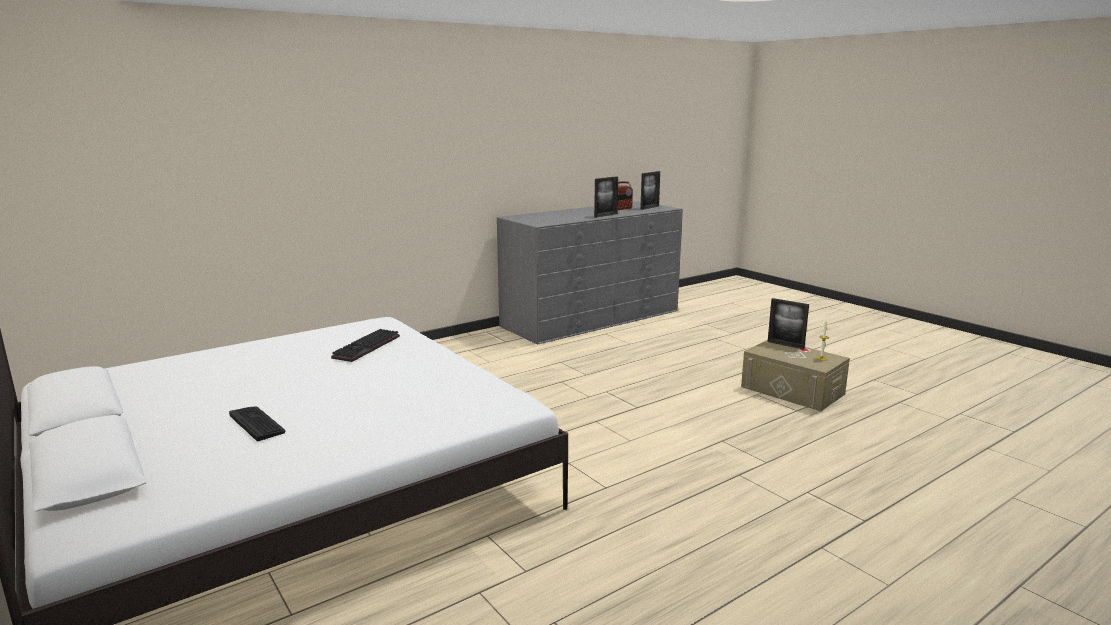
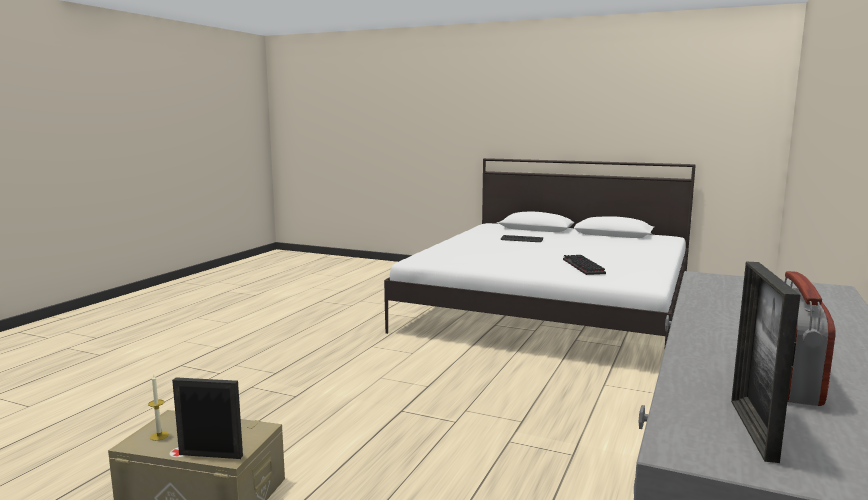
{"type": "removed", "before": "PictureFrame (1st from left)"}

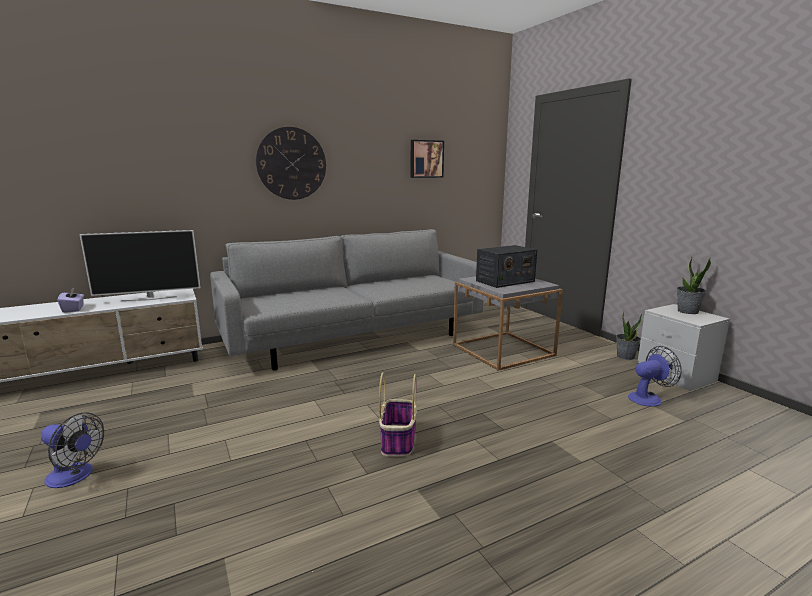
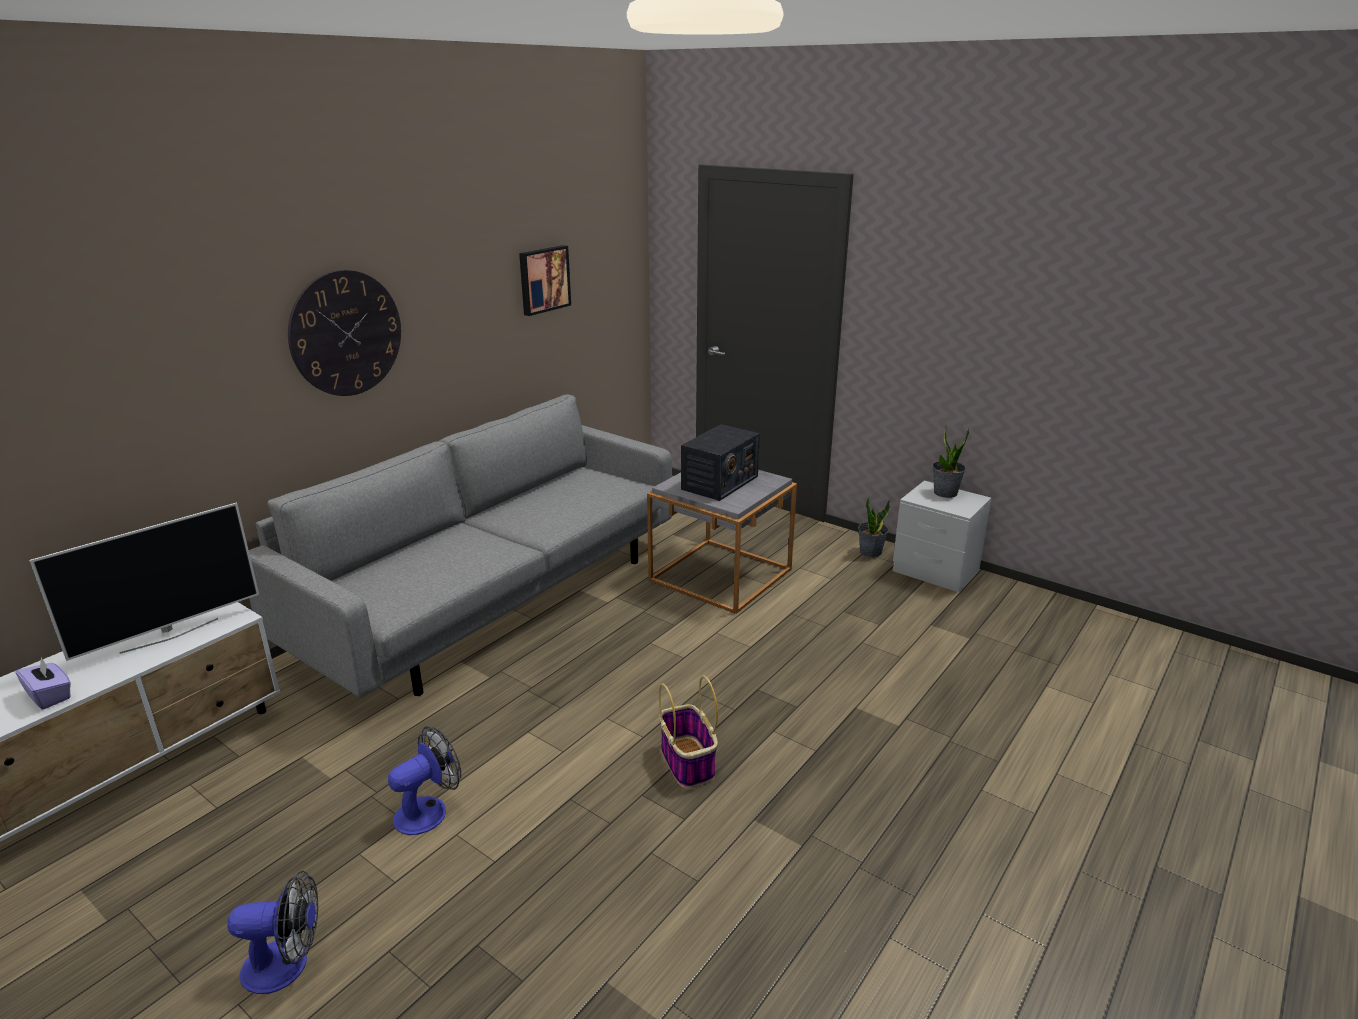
{"type": "moved", "before": "Fan (2nd from left)"}

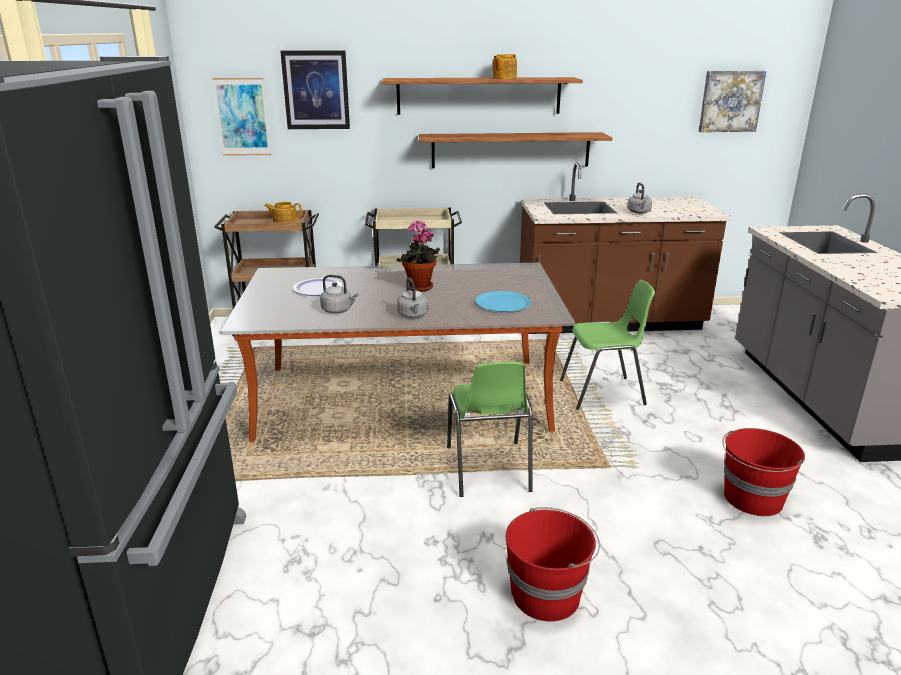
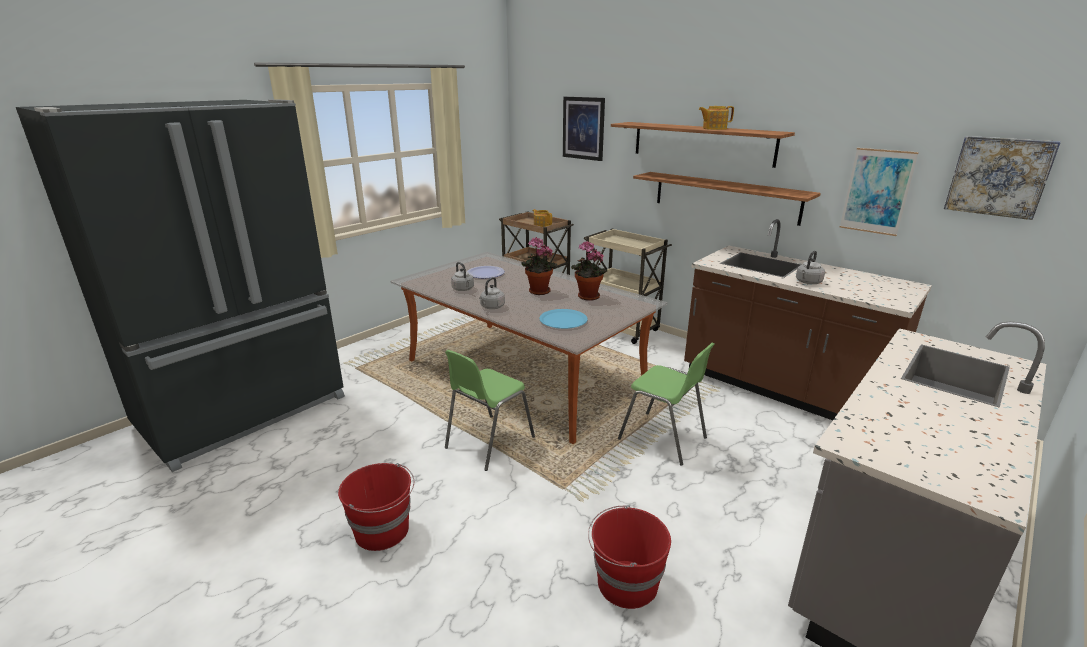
{"type": "moved", "before": "Picture (1st from left in the first image)", "after": "Picture (2nd from left)"}
{"type": "added", "after": "PottedPlant (2nd from left)"}

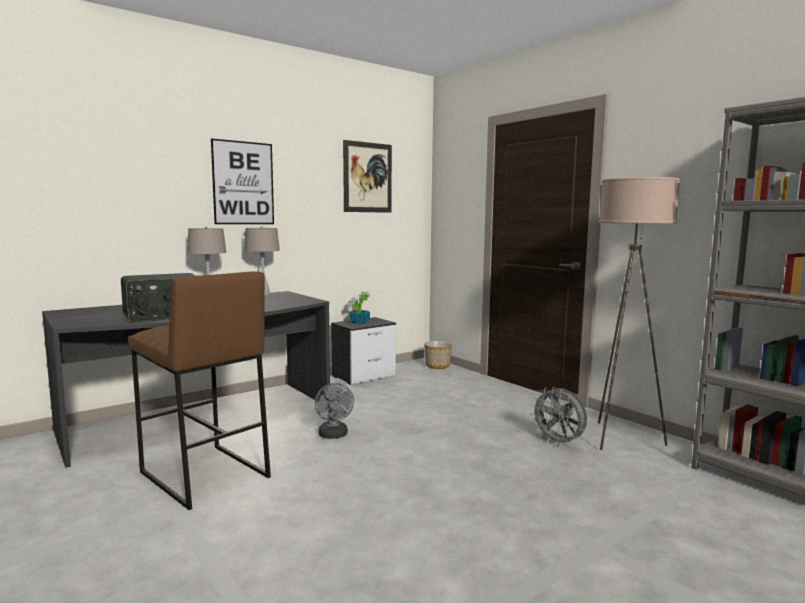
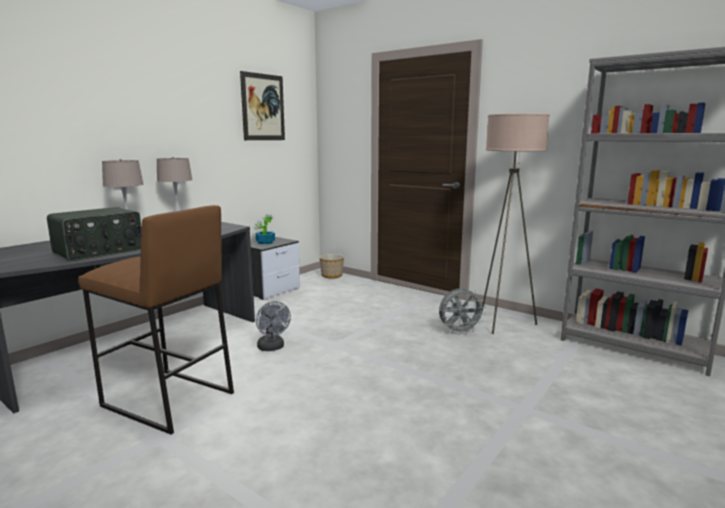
{"type": "removed", "before": "Picture (1st from left)"}
{"type": "turned", "before": "GreyFan (2nd from left)", "turn": -45}

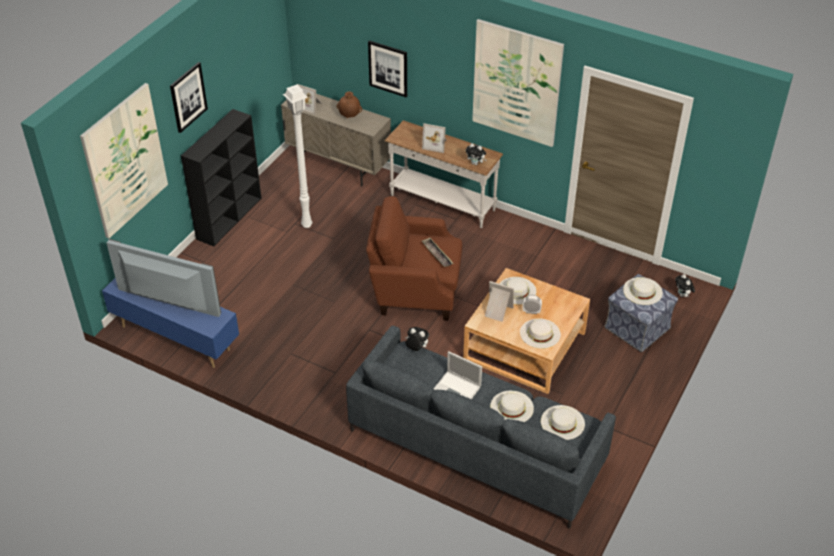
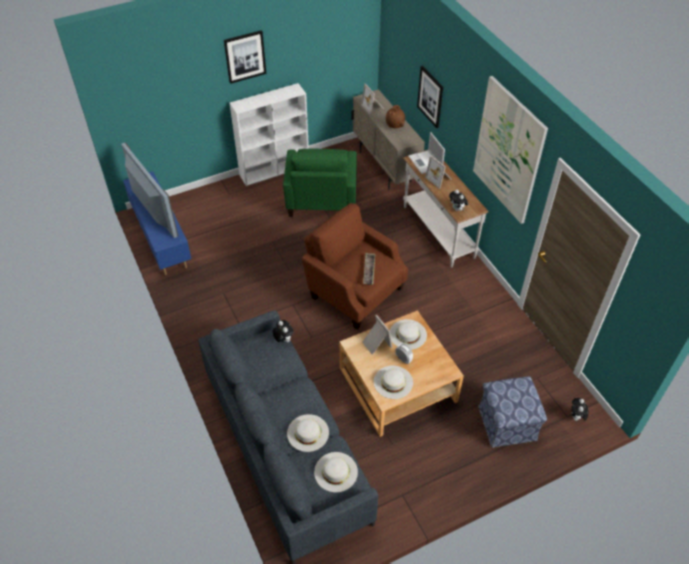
{"type": "removed", "before": "Picture (1st from left)"}
{"type": "replaced", "before": "WhiteFloorLamp", "after": "GreenArmchair"}
{"type": "recoloured", "before": "BlackBookcase", "after": "WhiteBookcase"}
{"type": "removed", "before": "WhiteHat (5th from left)"}
{"type": "moved", "before": "Laptop"}

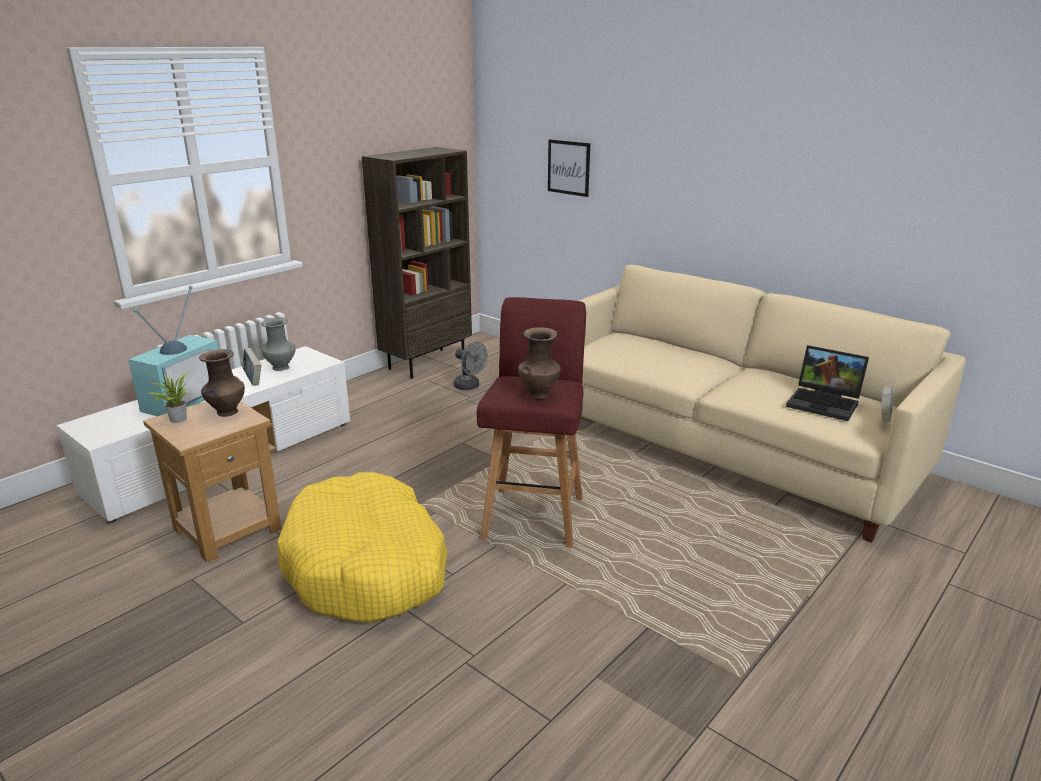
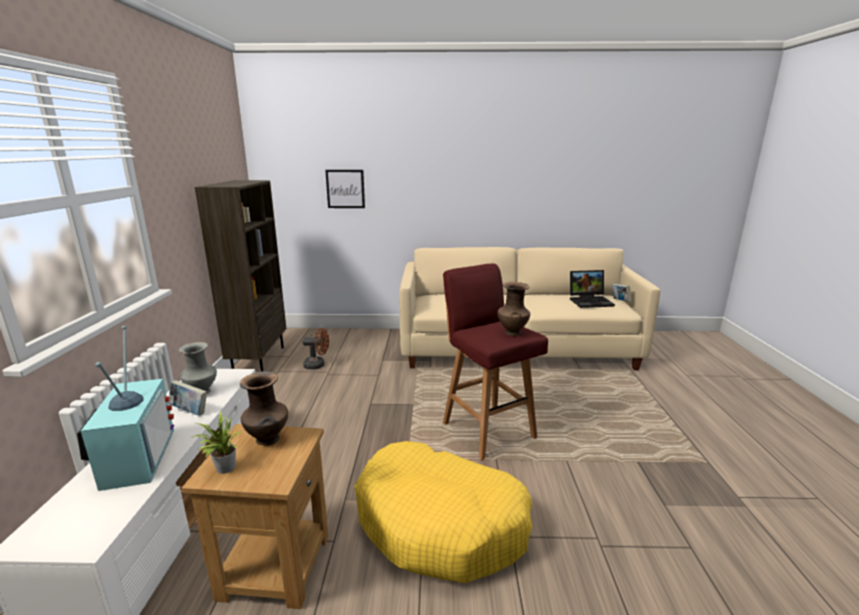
{"type": "recoloured", "before": "GreyFan", "after": "BrownFan"}

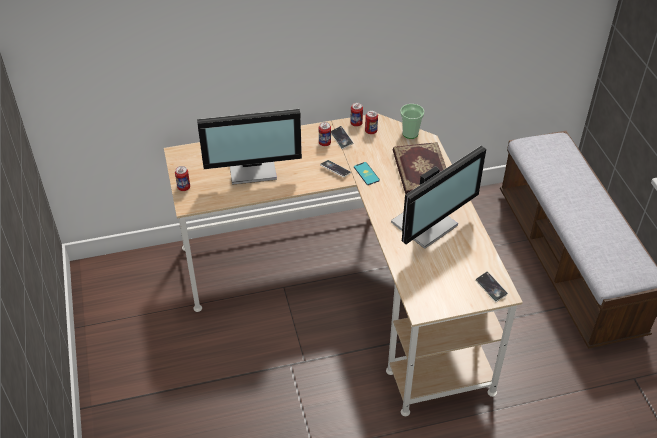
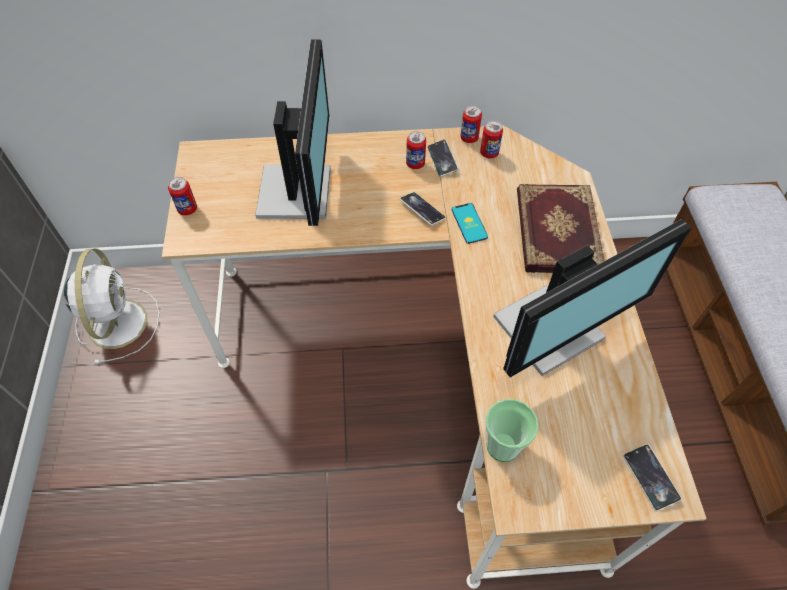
{"type": "moved", "before": "Cup"}
{"type": "turned", "before": "Monitor (1st from left)", "turn": -90}
{"type": "added", "after": "WhiteFan"}

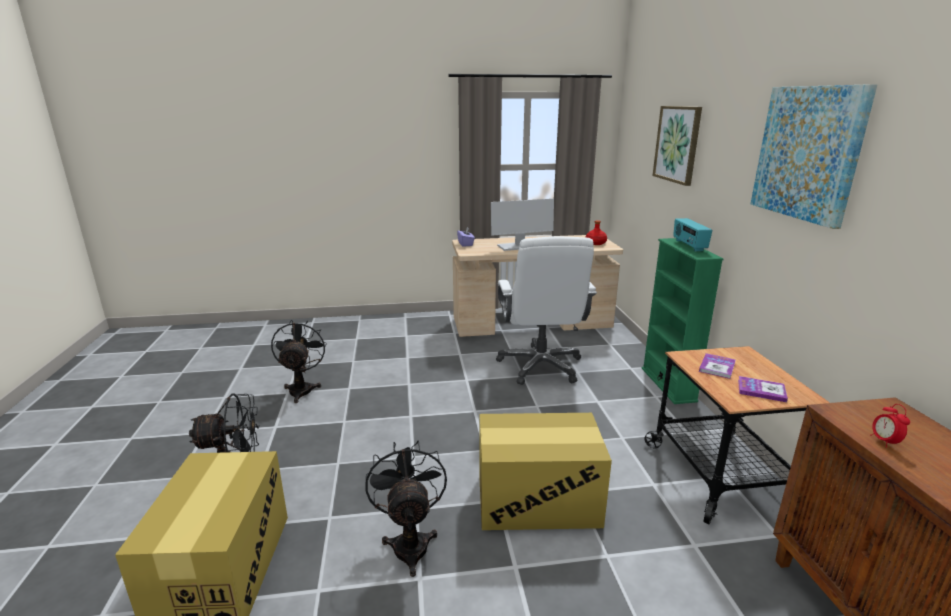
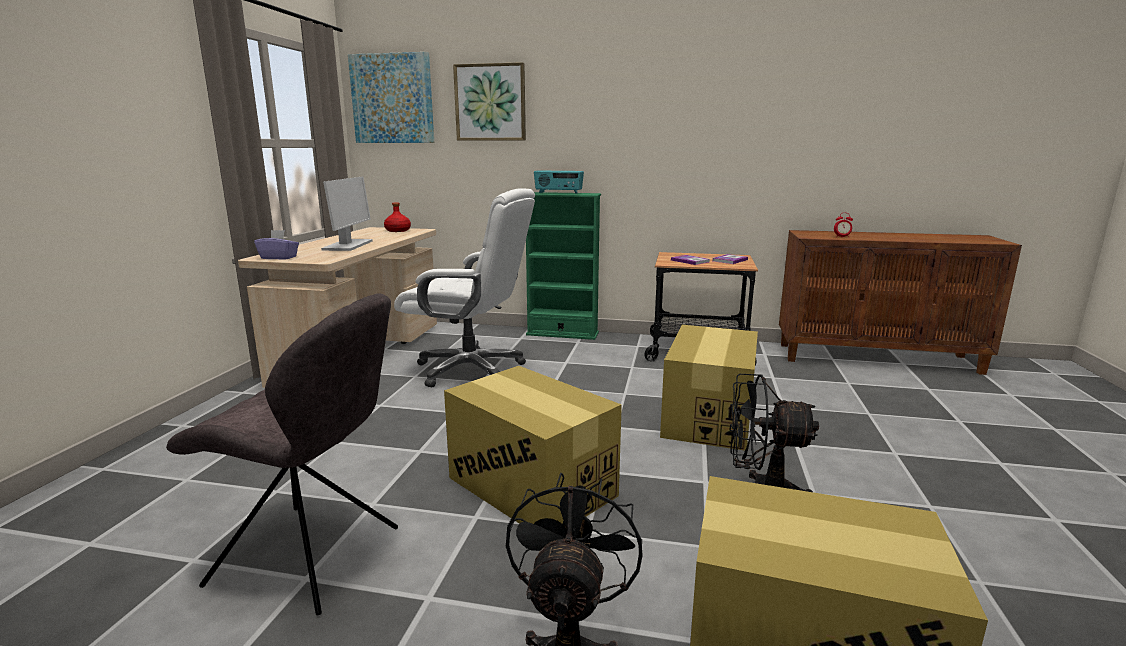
{"type": "moved", "before": "Picture (2nd from left in the first image)", "after": "Picture (1st from left)"}
{"type": "replaced", "before": "BlackFan (2nd from left)", "after": "GreyChair"}
{"type": "added", "after": "CardboardBox (1st from left)"}

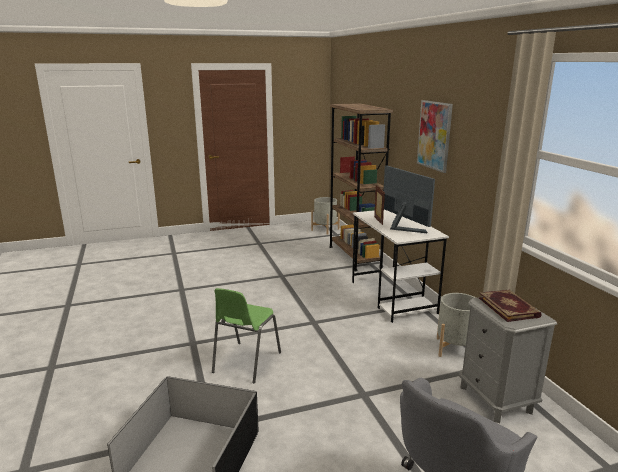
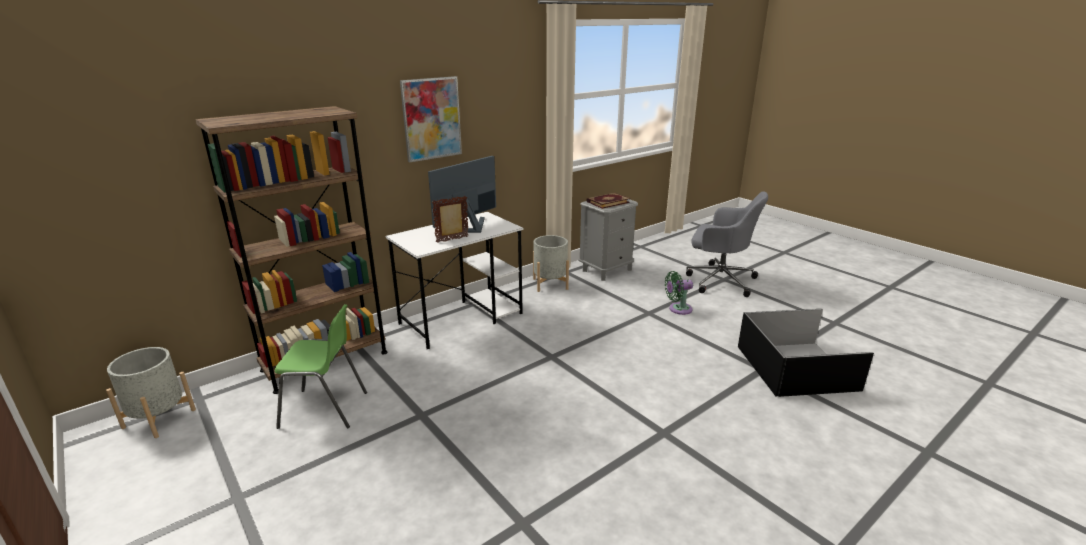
{"type": "moved", "before": "GreenChair"}
{"type": "added", "after": "GreenFan"}

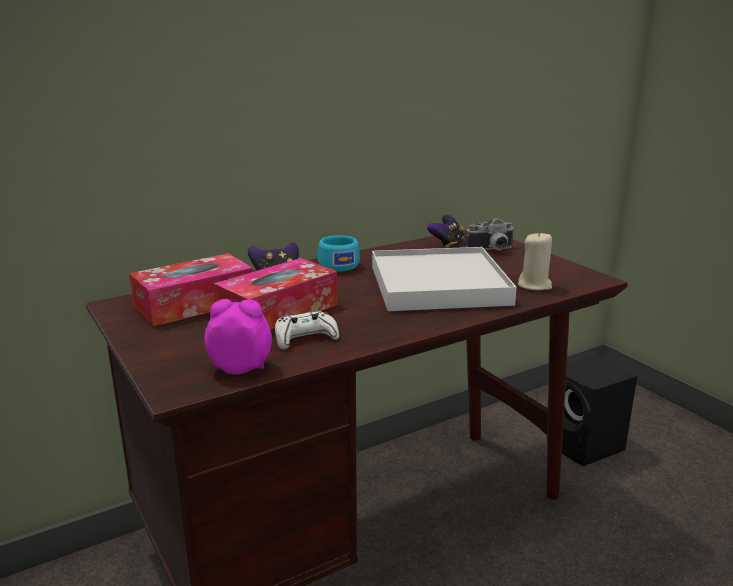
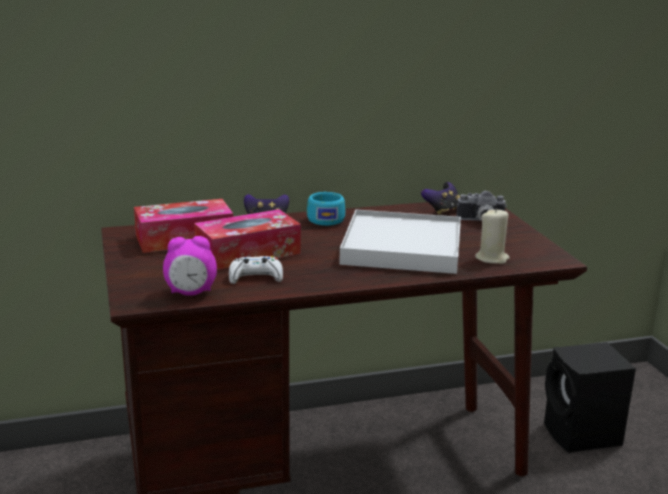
{"type": "turned", "before": "AlarmClock", "turn": 150}

